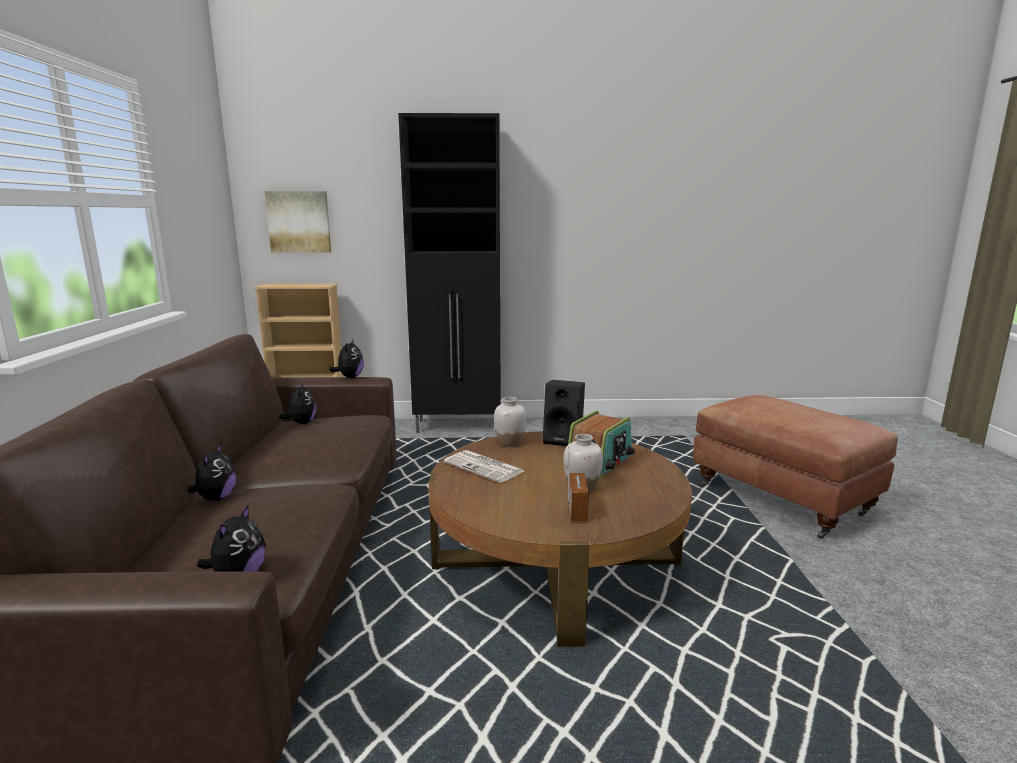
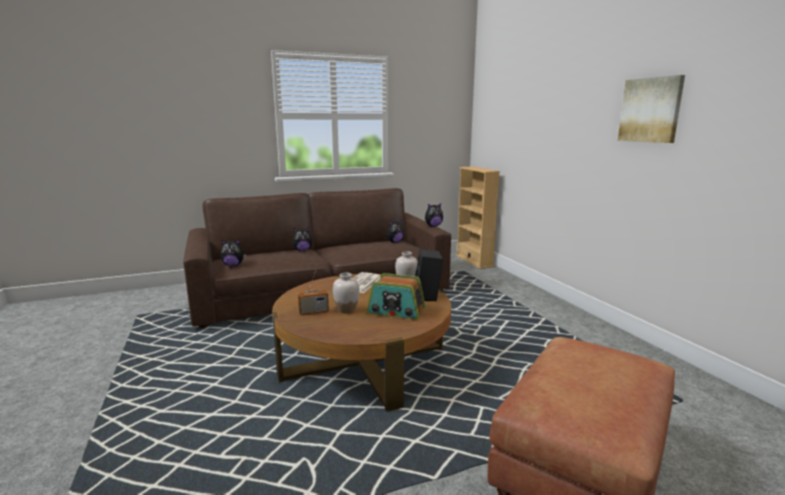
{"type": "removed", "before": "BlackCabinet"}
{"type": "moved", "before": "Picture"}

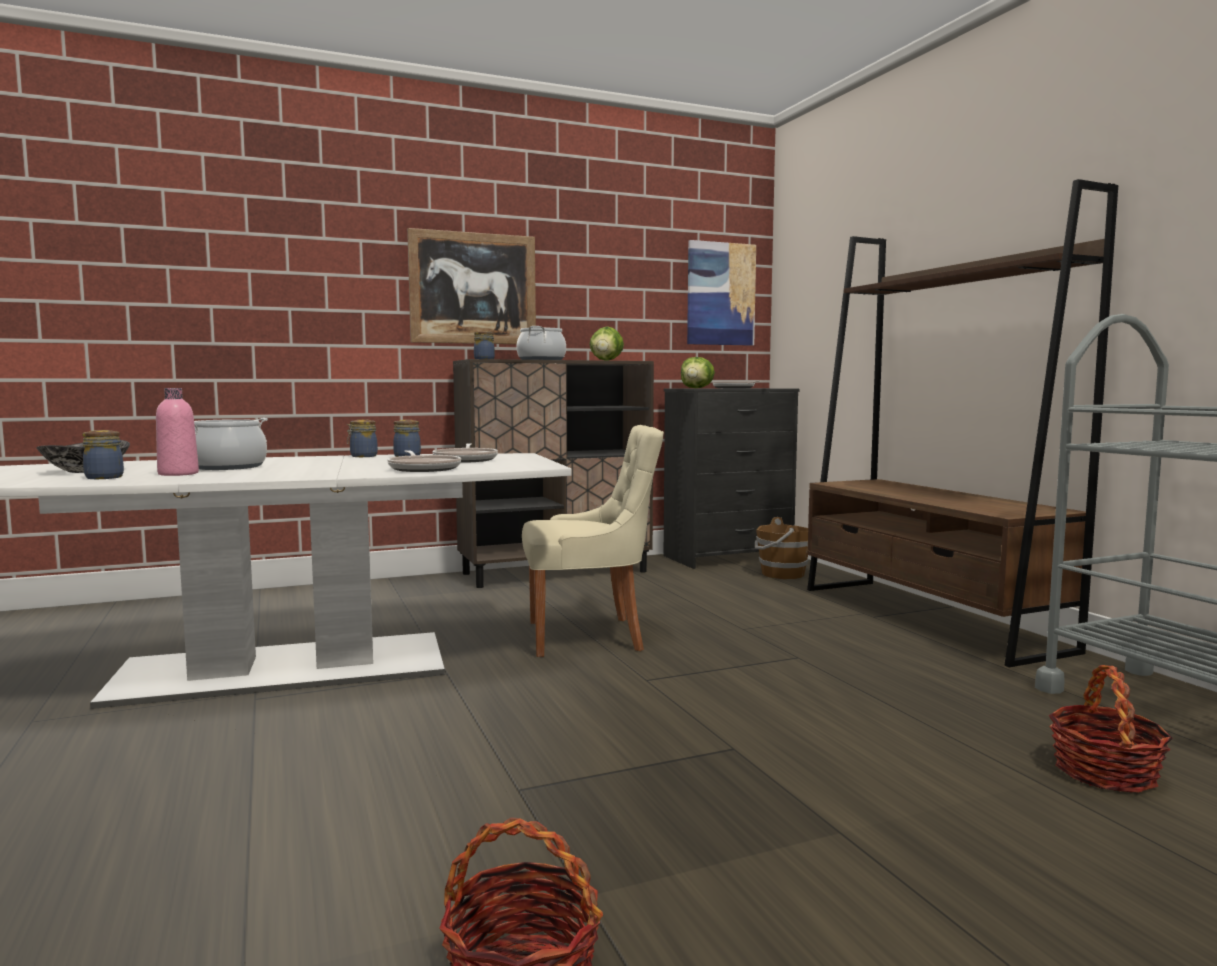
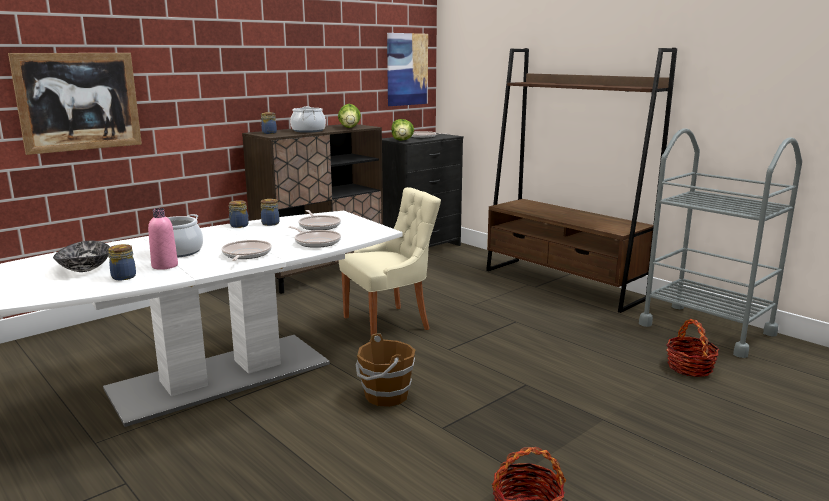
{"type": "moved", "before": "Picture (1st from left)"}
{"type": "moved", "before": "BrownBucket"}
{"type": "added", "after": "FryingPan (1st from left)"}

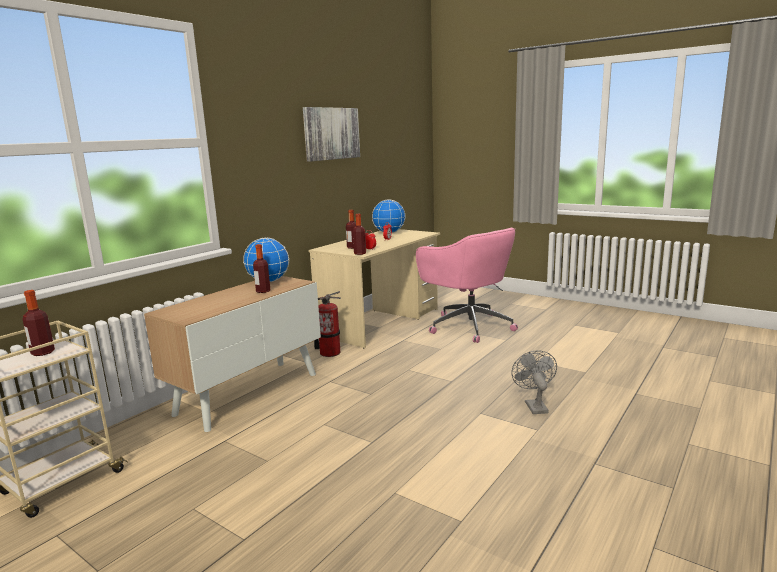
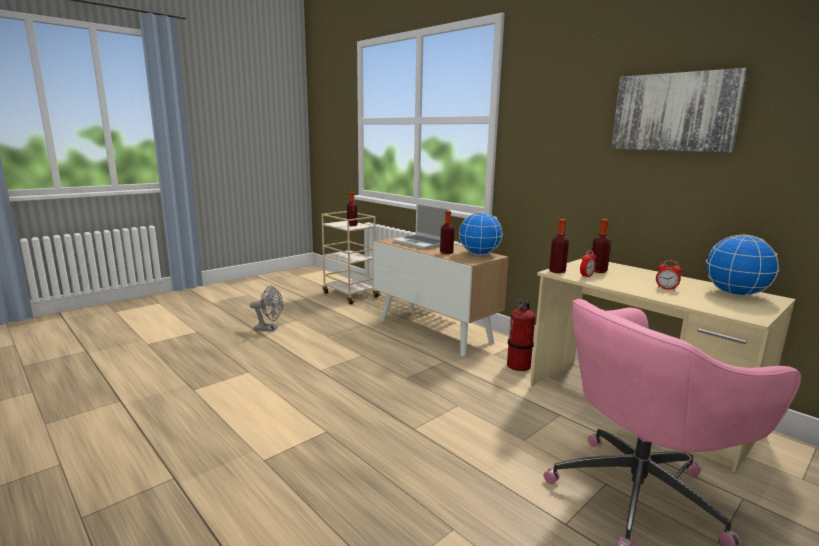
{"type": "moved", "before": "GreyFan"}
{"type": "added", "after": "Laptop"}

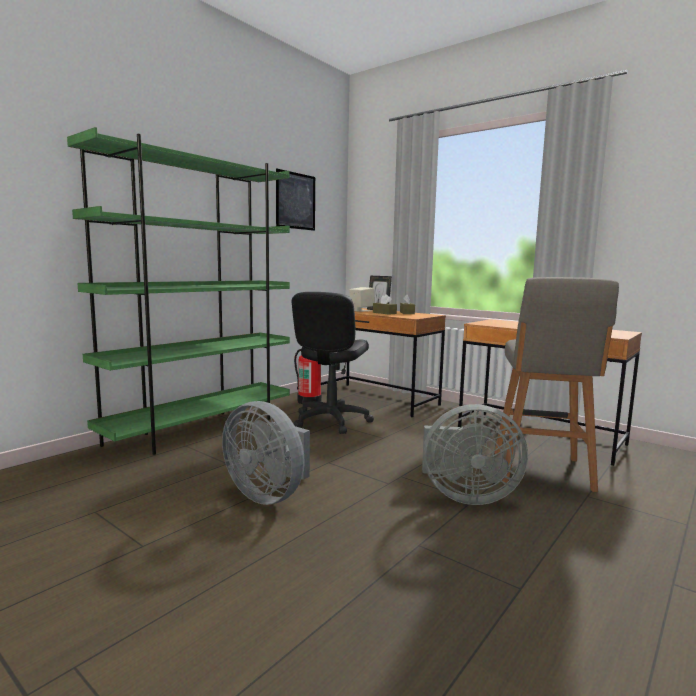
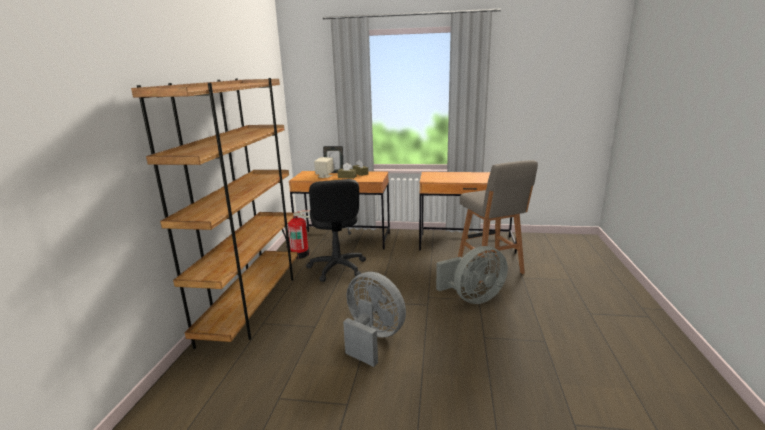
{"type": "recoloured", "before": "GreenBookcase", "after": "BrownBookcase"}
{"type": "removed", "before": "Picture"}
{"type": "turned", "before": "GreyFan (1st from left)", "turn": -150}

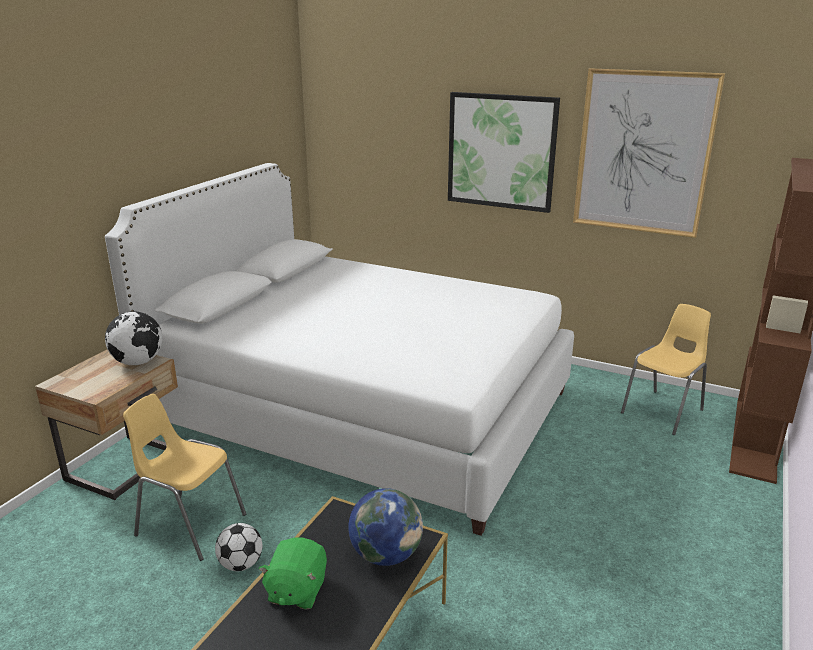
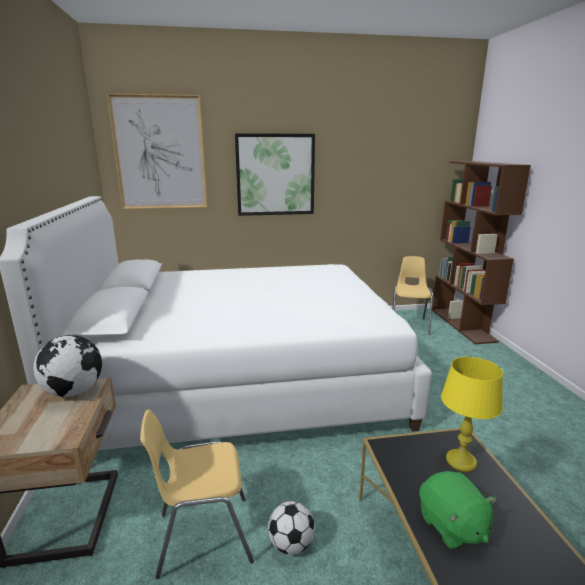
{"type": "moved", "before": "Picture (2nd from left in the first image)", "after": "Picture (1st from left)"}
{"type": "replaced", "before": "Globe (2nd from left)", "after": "YellowTableLamp"}

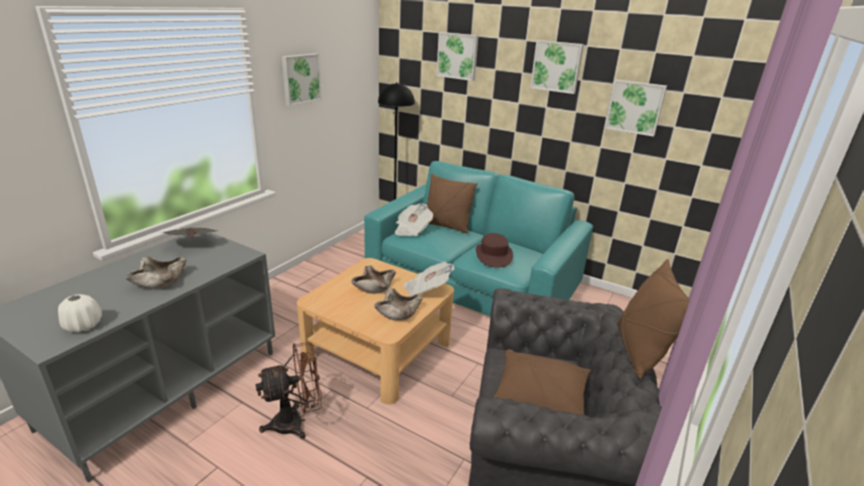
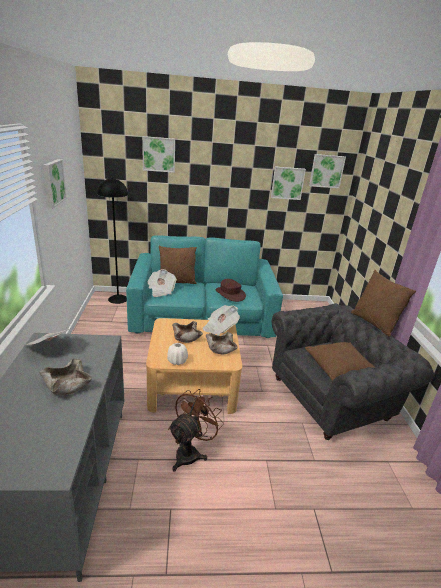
{"type": "moved", "before": "Picture (3rd from left in the first image)", "after": "Picture (4th from left)"}
{"type": "moved", "before": "WhiteVase"}

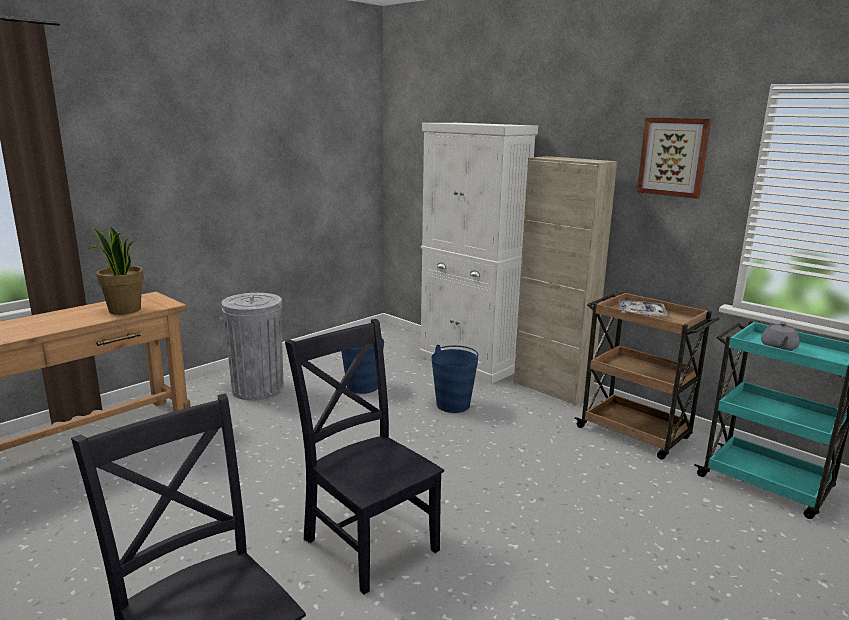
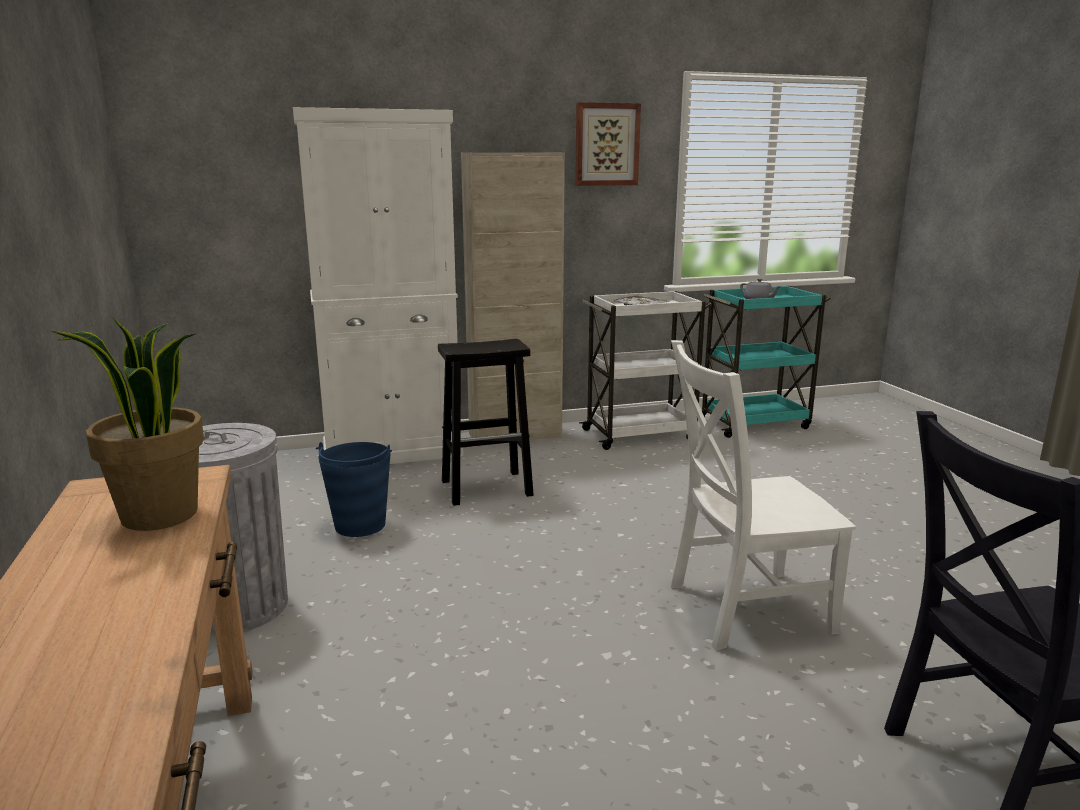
{"type": "recoloured", "before": "BrownCart", "after": "WhiteCart"}
{"type": "recoloured", "before": "BlackChair (2nd from left)", "after": "WhiteChair"}
{"type": "replaced", "before": "BlueBucket (2nd from left)", "after": "BlackStool"}

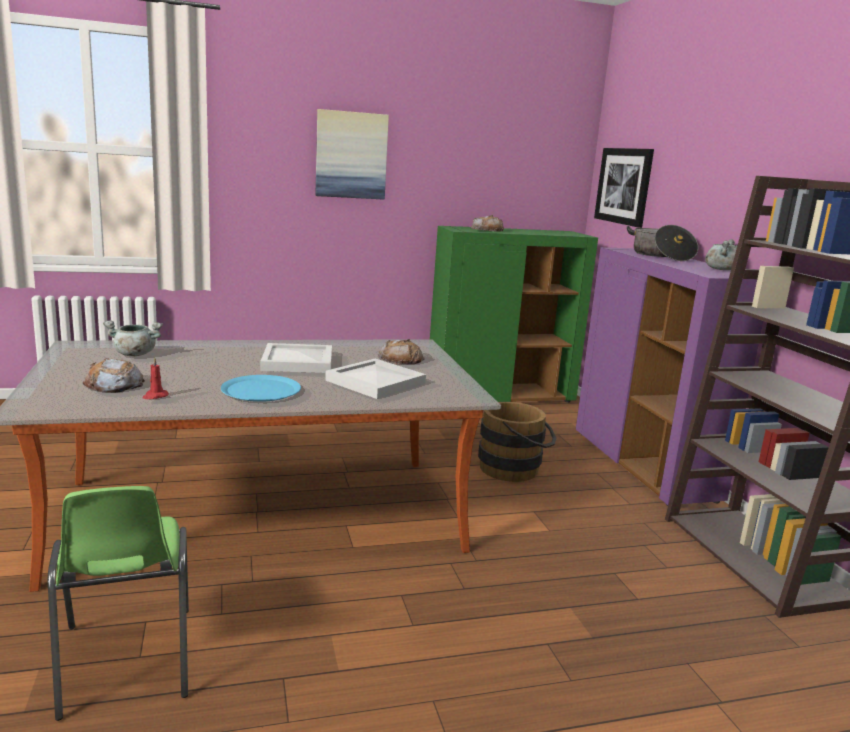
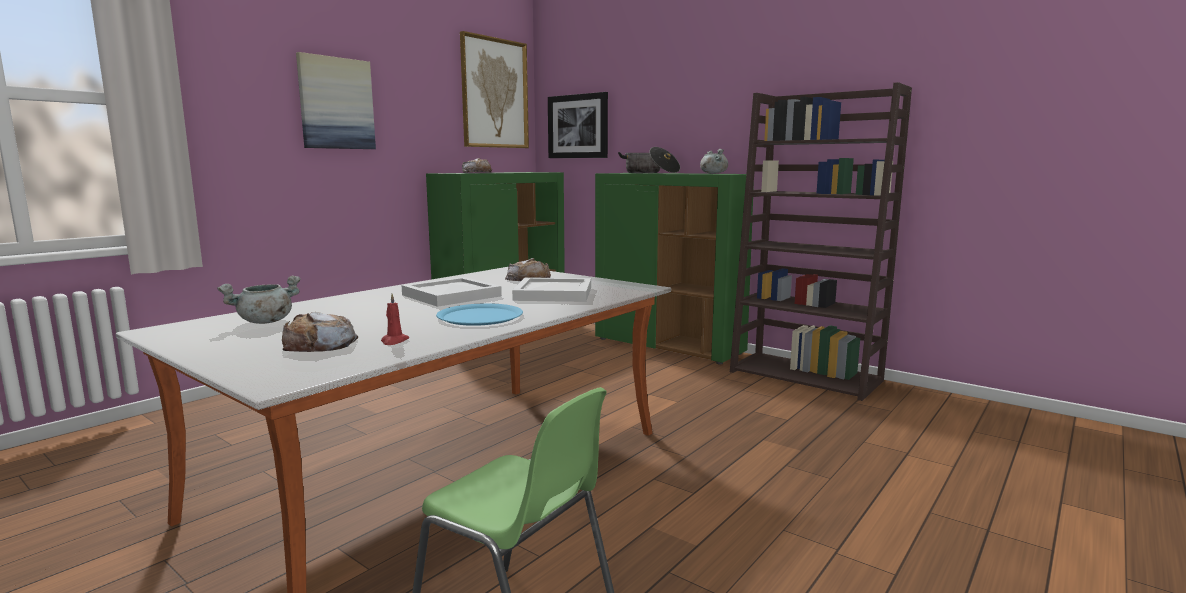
{"type": "recoloured", "before": "PurpleCabinet", "after": "GreenCabinet (2nd from left)"}
{"type": "removed", "before": "BrownBucket"}
{"type": "added", "after": "Picture (2nd from left)"}

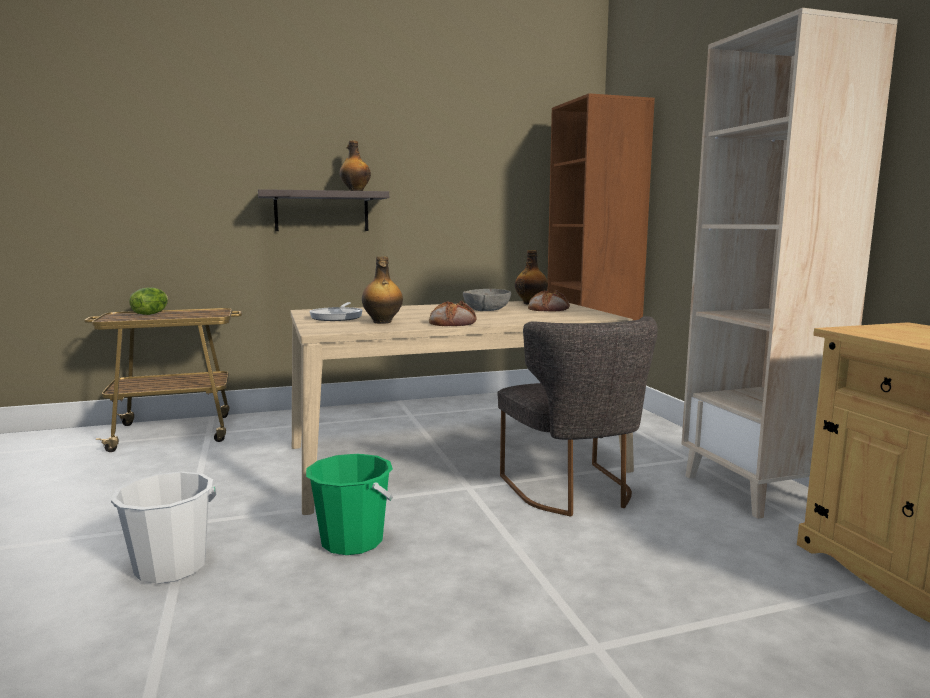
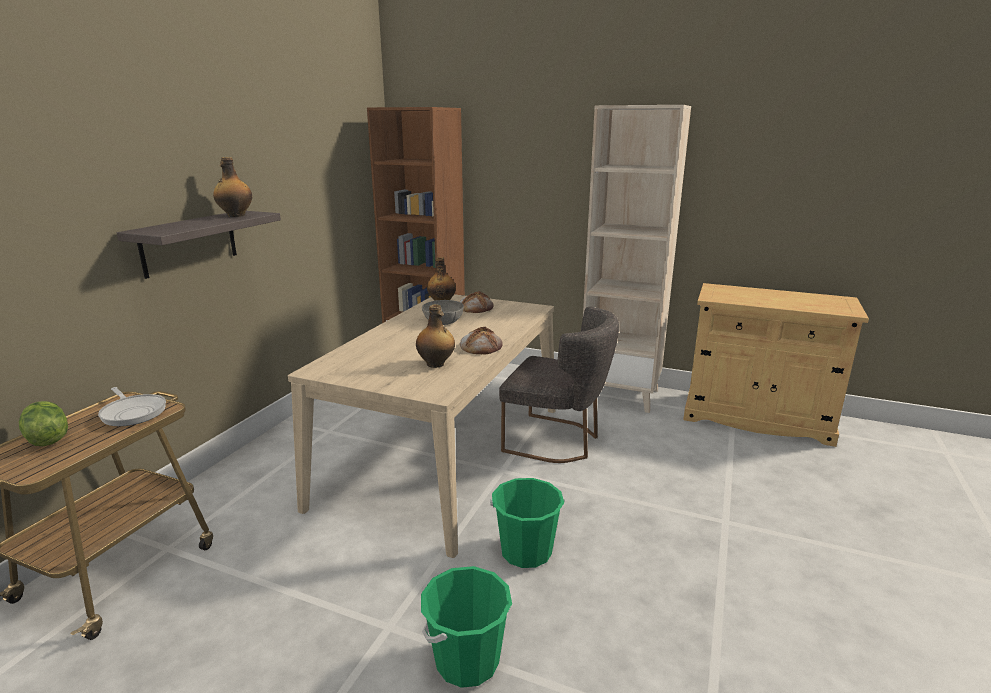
{"type": "moved", "before": "FryingPan"}
{"type": "recoloured", "before": "WhiteBucket", "after": "GreenBucket (1st from left)"}

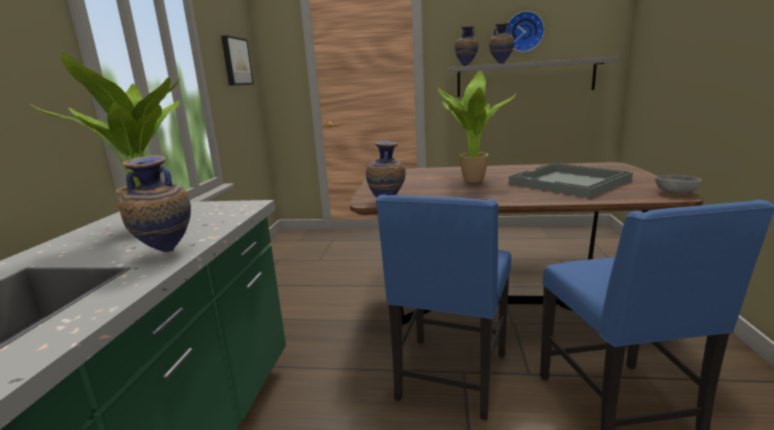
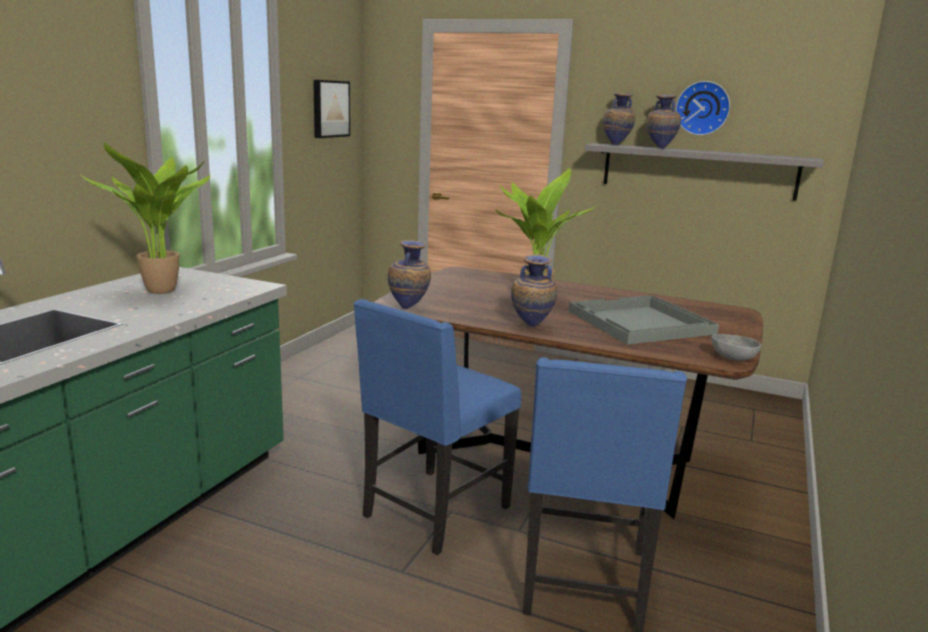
{"type": "moved", "before": "Vase (1st from left in the first image)", "after": "Vase (2nd from left)"}

